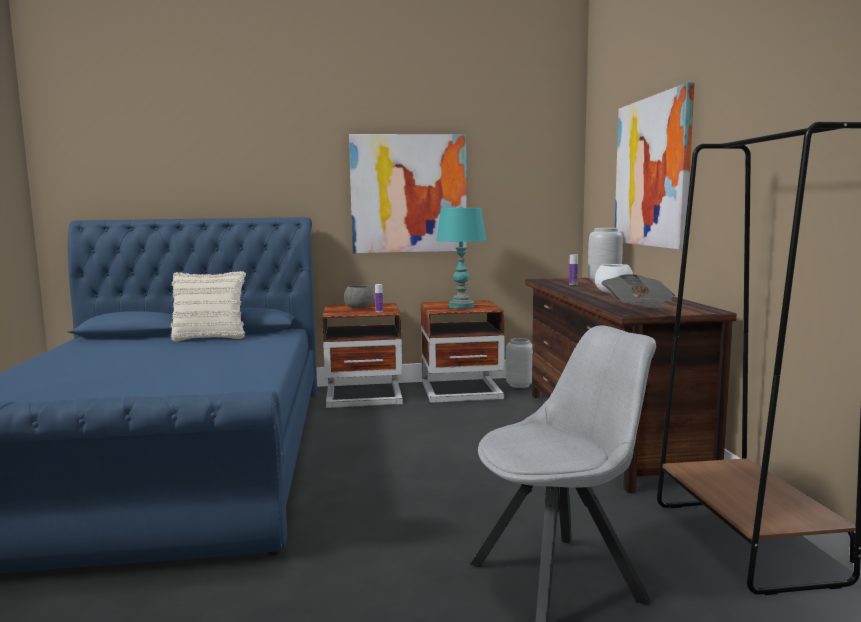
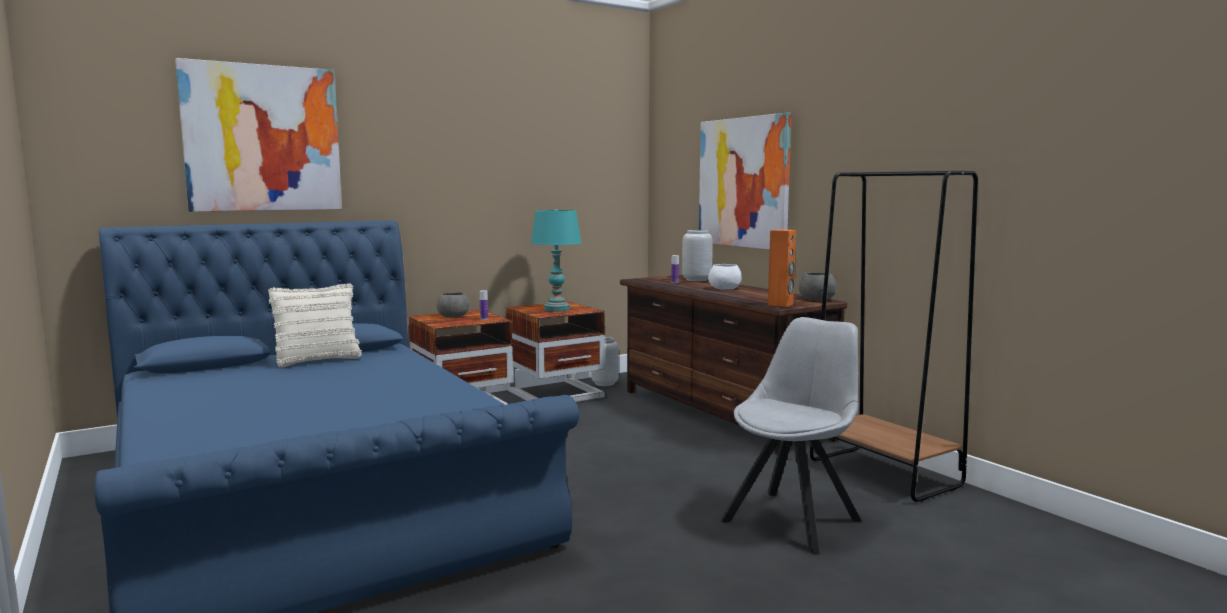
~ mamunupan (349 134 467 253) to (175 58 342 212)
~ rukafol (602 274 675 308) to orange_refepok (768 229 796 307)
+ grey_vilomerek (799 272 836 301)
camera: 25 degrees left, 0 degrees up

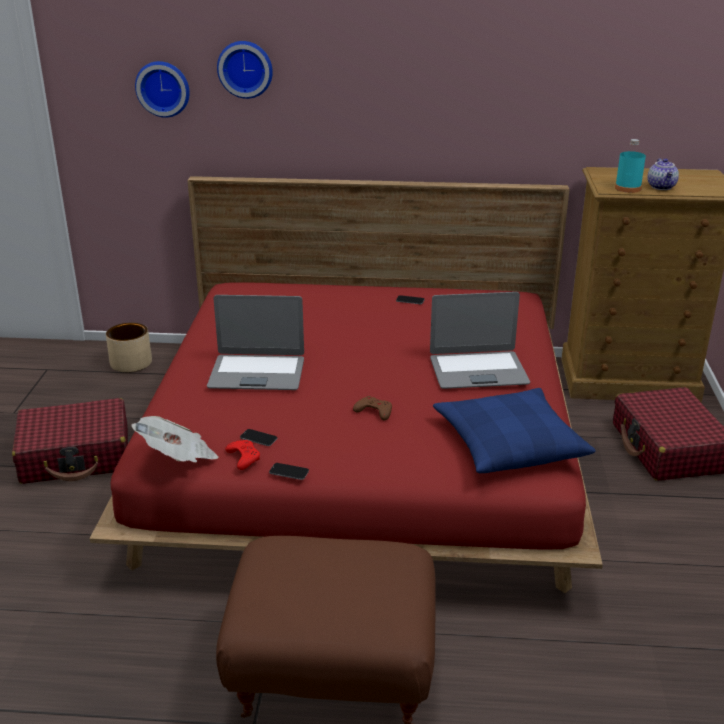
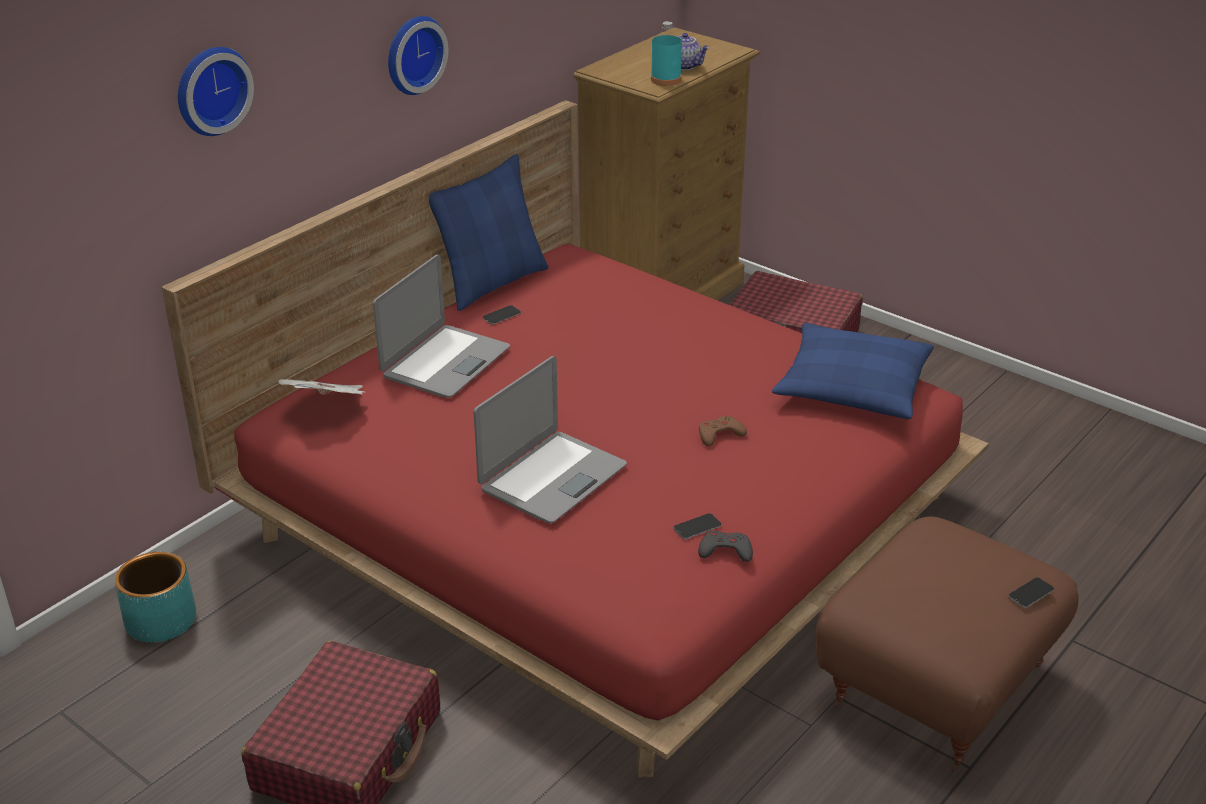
~ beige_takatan (106 323 152 373) to turquoise_takatan (114 552 196 643)
~ rukafol (131 416 219 463) to (278 379 364 395)
~ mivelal (430 292 530 389) to (373 255 510 398)
~ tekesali (135 61 190 118) to (388 16 448 95)
+ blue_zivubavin (429 154 549 311)
~ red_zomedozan (225 440 260 470) to grey_zomedozan (698 531 753 562)
~ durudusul (269 463 309 480) to (1008 578 1054 608)
camera: 55 degrees left, 5 degrees up

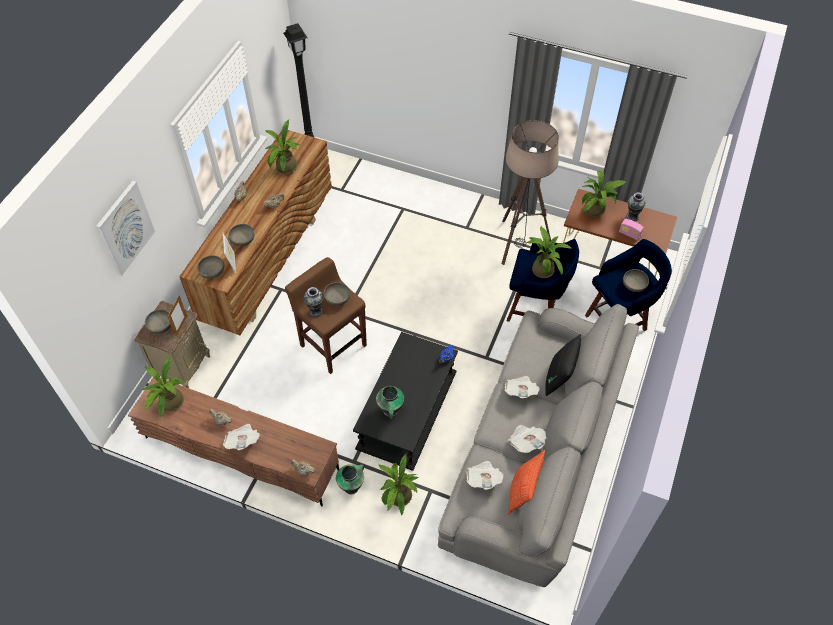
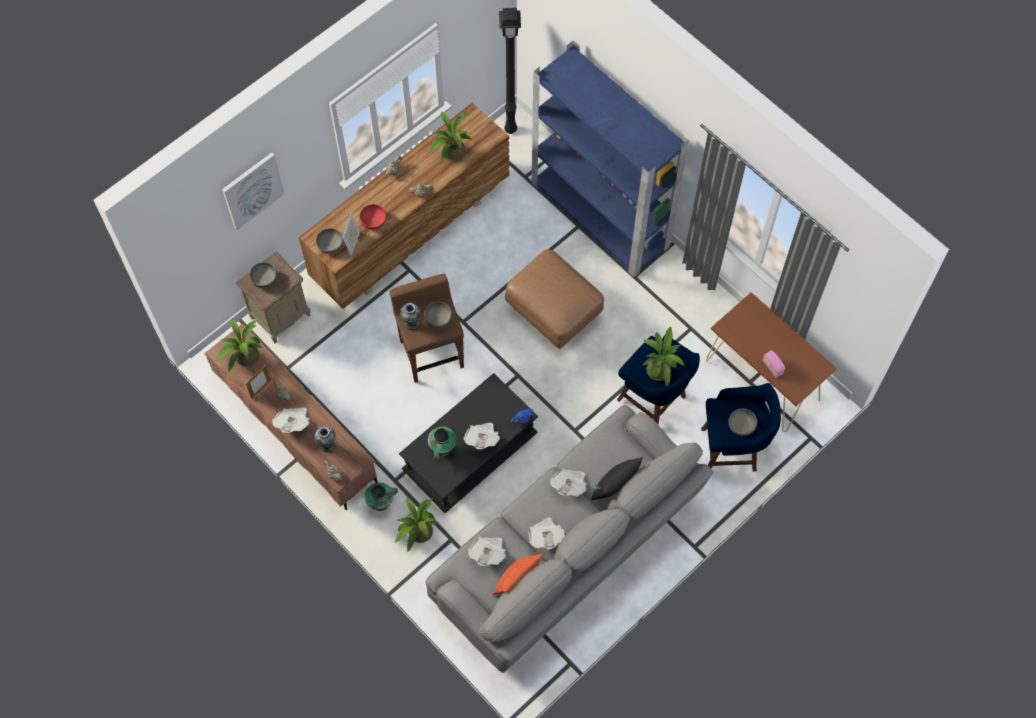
~ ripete (167 295 187 336) to (246 365 271 399)
~ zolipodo (626 192 646 222) to (315 427 335 452)
~ grey_vilomerek (228 224 254 246) to red_vilomerek (359 204 387 230)
+ rukafol (464 423 500 449)
+ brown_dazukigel (505 249 604 349)
+ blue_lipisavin (532 40 689 277)
- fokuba (501 120 559 265)
- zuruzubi (582 171 626 217)
camera: 25 degrees right, 10 degrees up

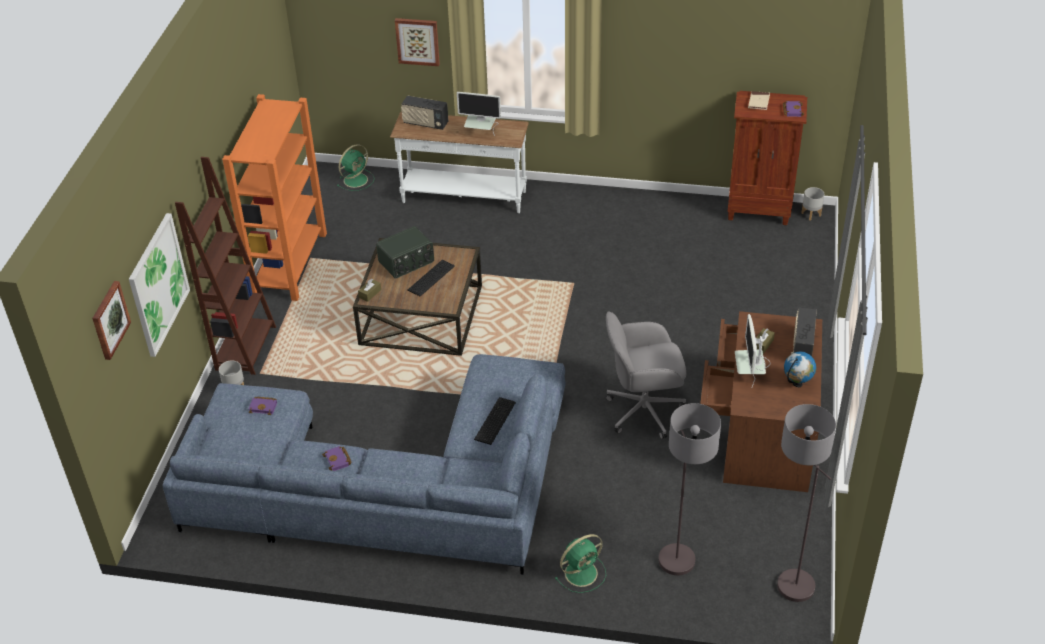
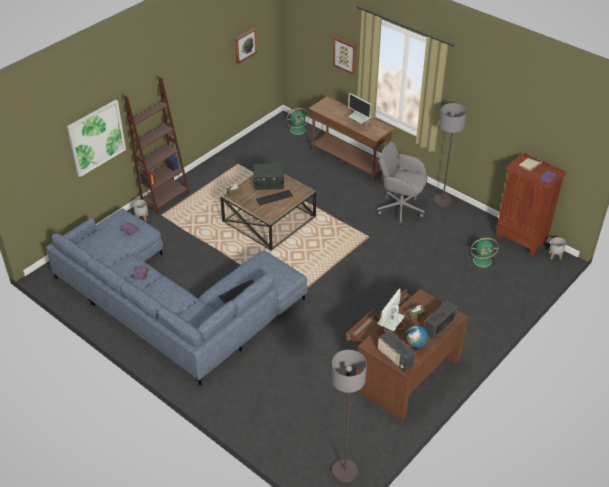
~ mamunupan (92 281 131 360) to (235 28 257 64)
~ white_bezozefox (390 112 529 213) to brown_bezozefox (308 96 394 184)
~ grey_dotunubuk (606 311 686 439) to (377 142 428 225)
~ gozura (401 95 449 130) to (378 331 416 372)
~ grey_fokuba (658 403 721 575) to (433 103 467 208)
~ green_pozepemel (555 534 606 593) to (467 238 499 270)
- orange_lipisavin (222 94 327 301)
camera: 30 degrees right, 0 degrees up

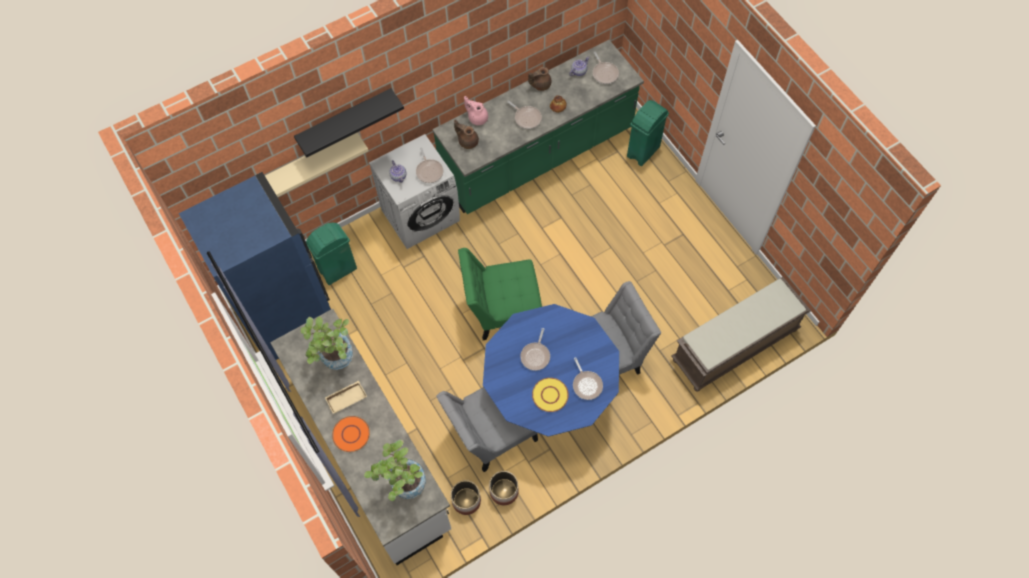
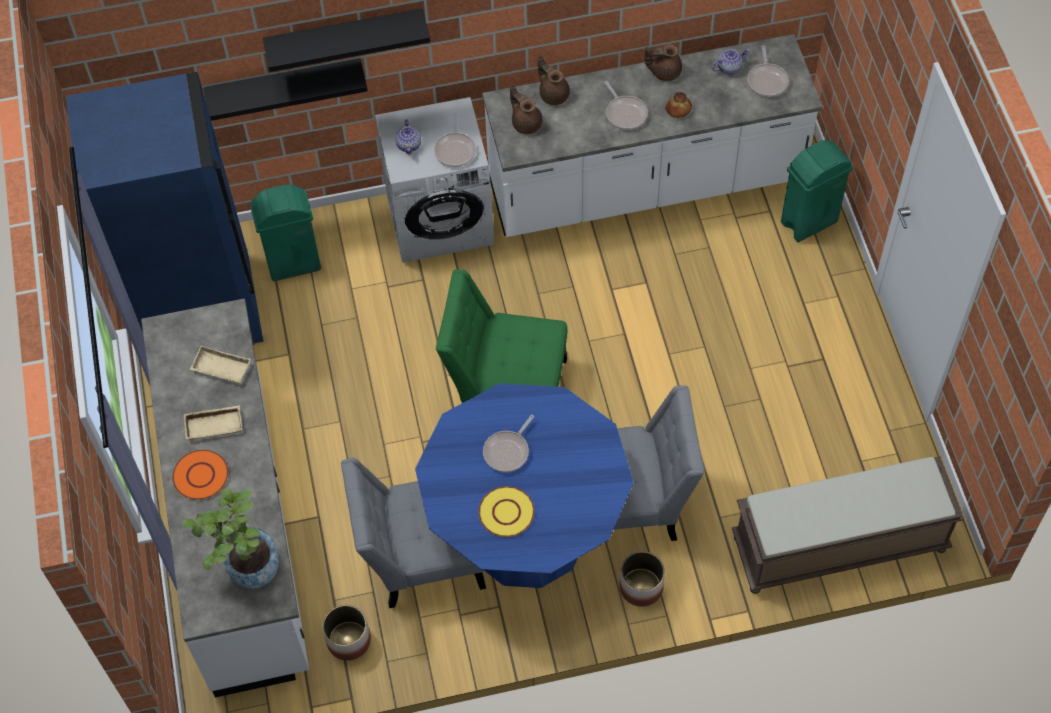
~ zuruzubi (300 316 353 370) to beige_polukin (190 346 251 383)
~ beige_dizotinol (265 133 368 197) to black_dizotinol (204 58 368 121)
~ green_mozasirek (432 40 644 214) to white_mozasirek (482 34 823 237)
~ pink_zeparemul (464 96 488 125) to brown_zeparemul (538 55 570 105)
~ takatan (489 471 519 505) to (619 551 665 607)
- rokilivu (573 357 603 400)
camera: 20 degrees right, 5 degrees down

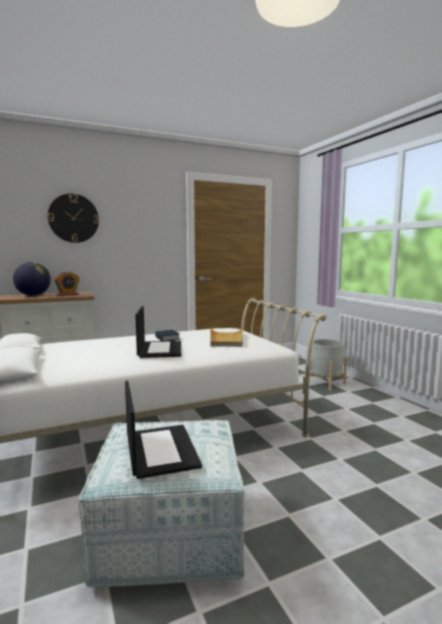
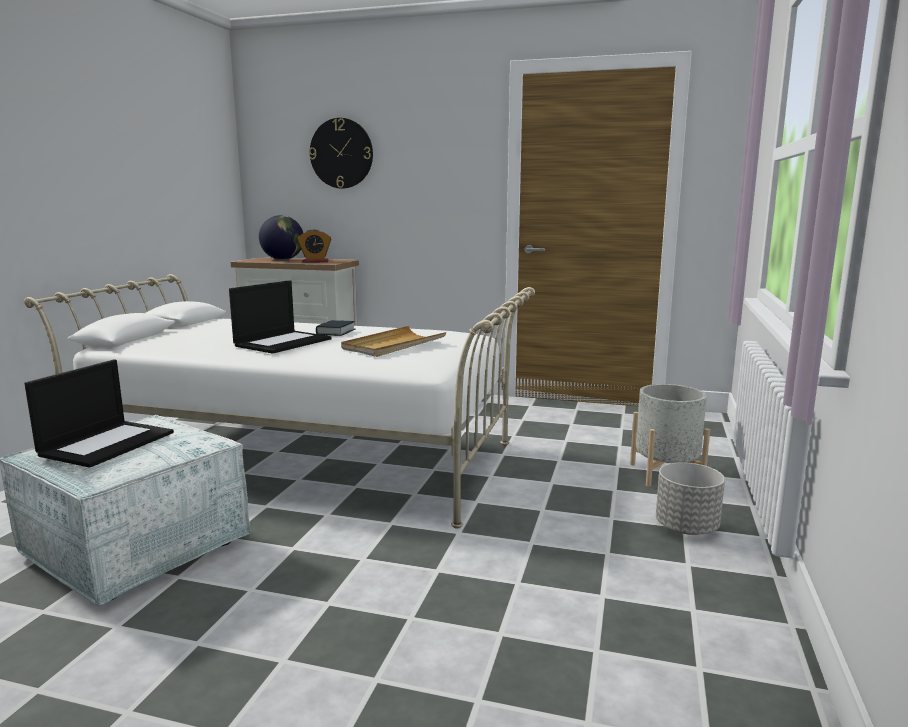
+ grey_takatan (656 462 725 535)
camera: 40 degrees right, 5 degrees up

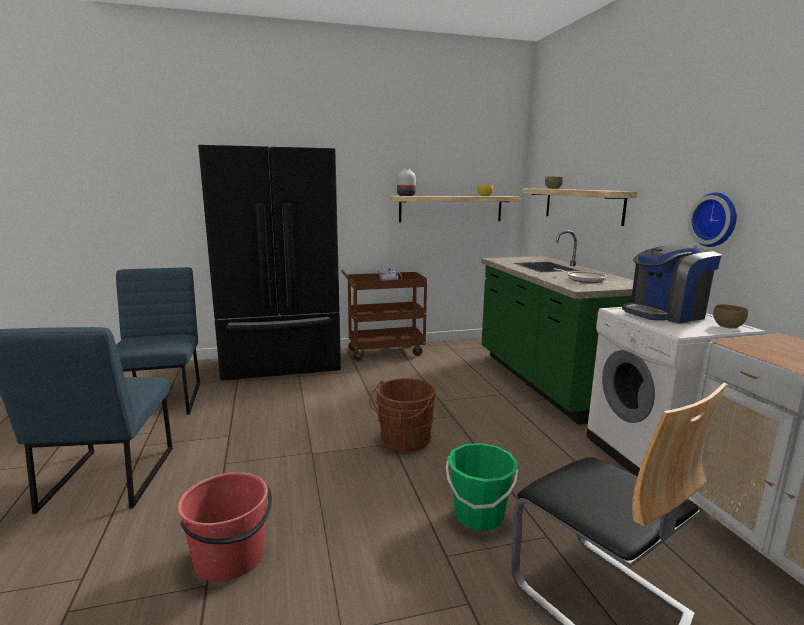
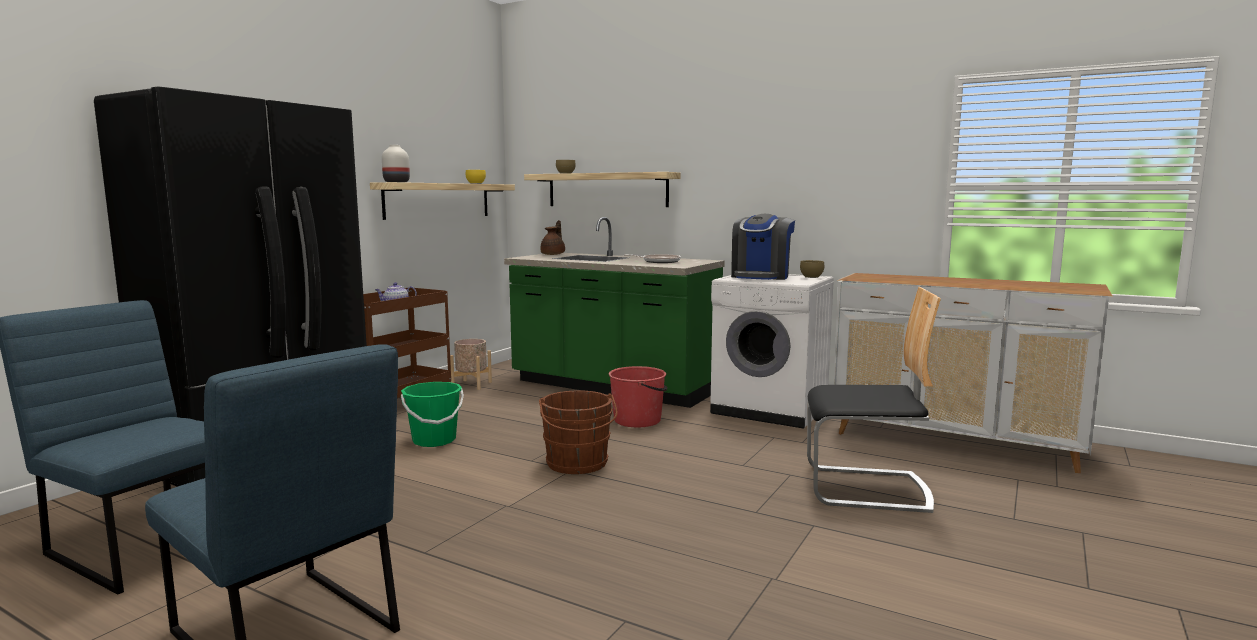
~ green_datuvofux (446 443 518 531) to (401 382 464 447)
+ beige_takatan (450 339 492 390)
+ brown_zeparemul (540 220 565 255)
~ red_datuvofux (177 472 272 581) to (609 366 667 427)
- tekesali (688 193 737 247)
camera: 45 degrees left, 5 degrees down

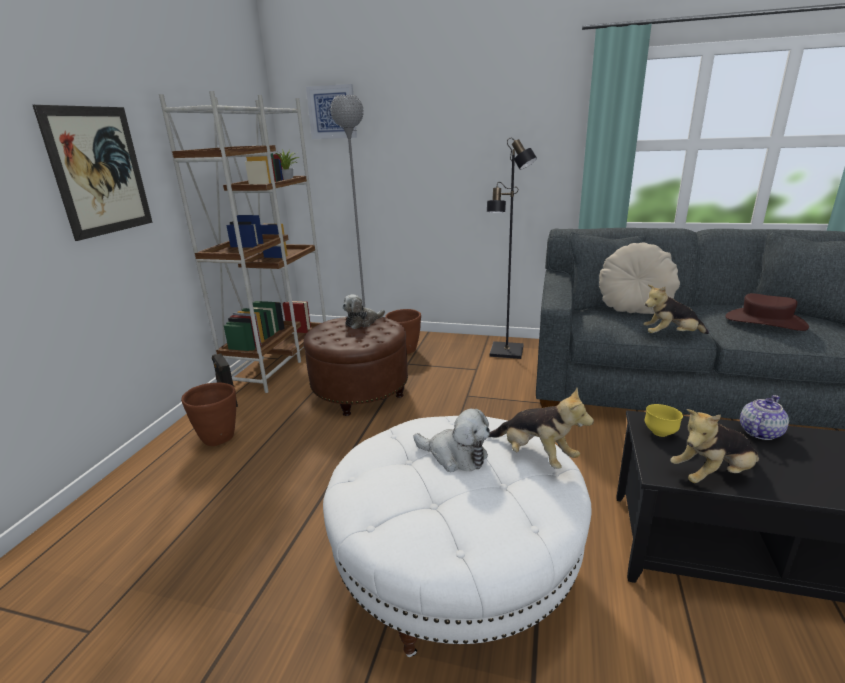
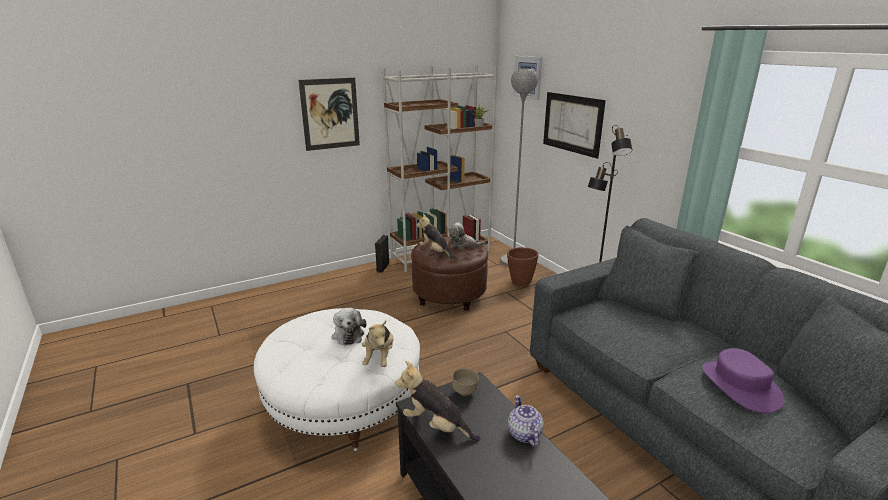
~ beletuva (643 285 709 334) to (416 214 456 259)
~ yellow_vilomerek (645 404 683 437) to brown_vilomerek (452 368 479 396)
~ zeparemul (740 395 789 440) = (508 395 544 447) 105 degrees counterclockwise
+ mamunupan (543 92 606 159)
~ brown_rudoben (725 293 809 331) to purple_rudoben (702 348 784 413)
- brown_takatan (181 382 236 446)
- beige_zivubavin (599 243 680 314)
camera: 45 degrees right, 0 degrees up

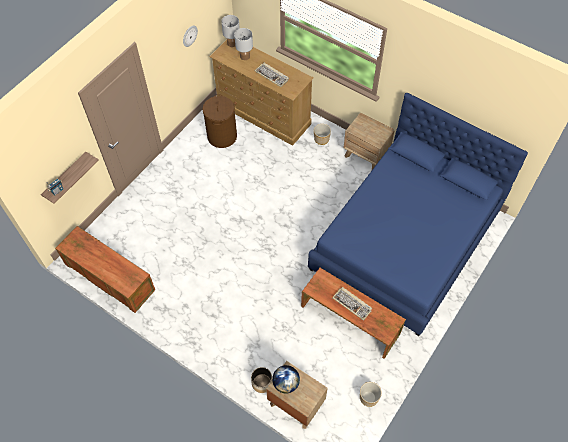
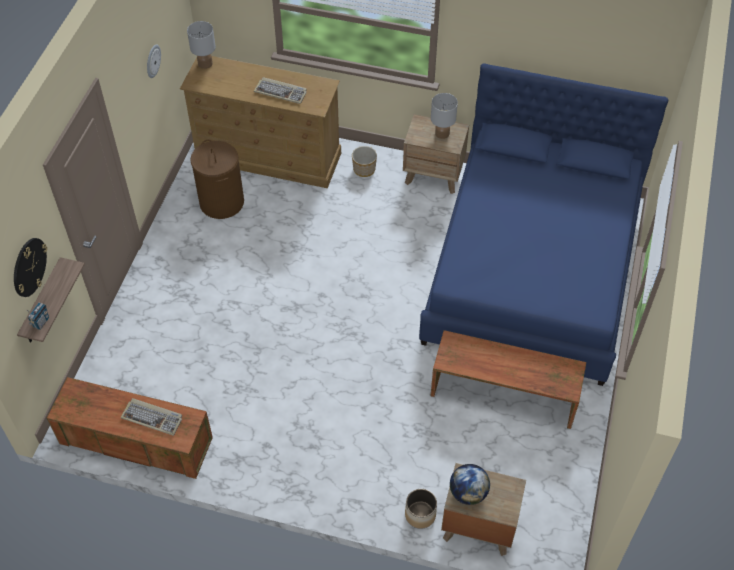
+ tekesali (14 238 47 297)
~ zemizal (332 287 372 321) to (121 398 182 436)
~ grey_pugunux (234 28 253 60) to (431 93 458 139)
- takatan (360 382 382 407)
camera: 20 degrees left, 5 degrees down

